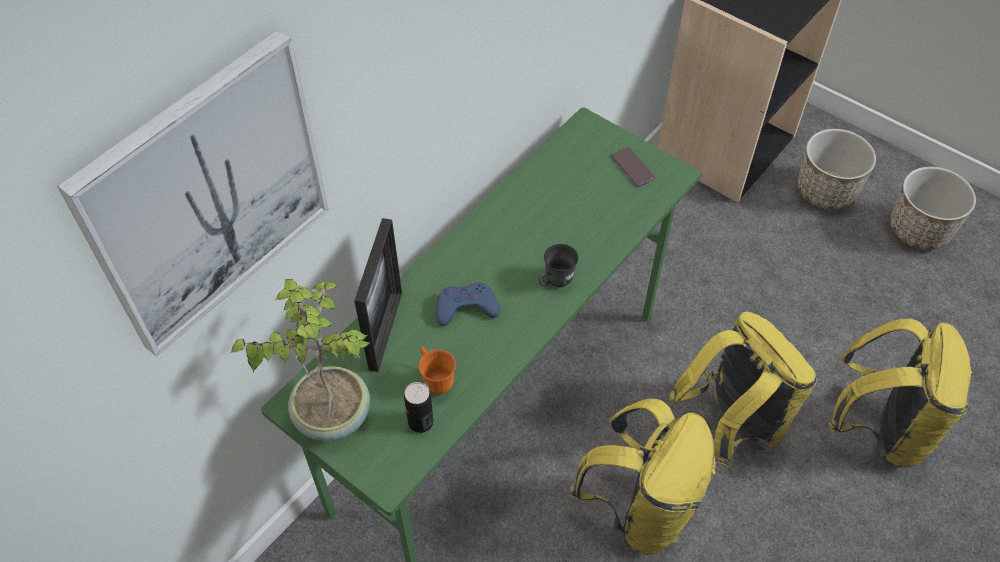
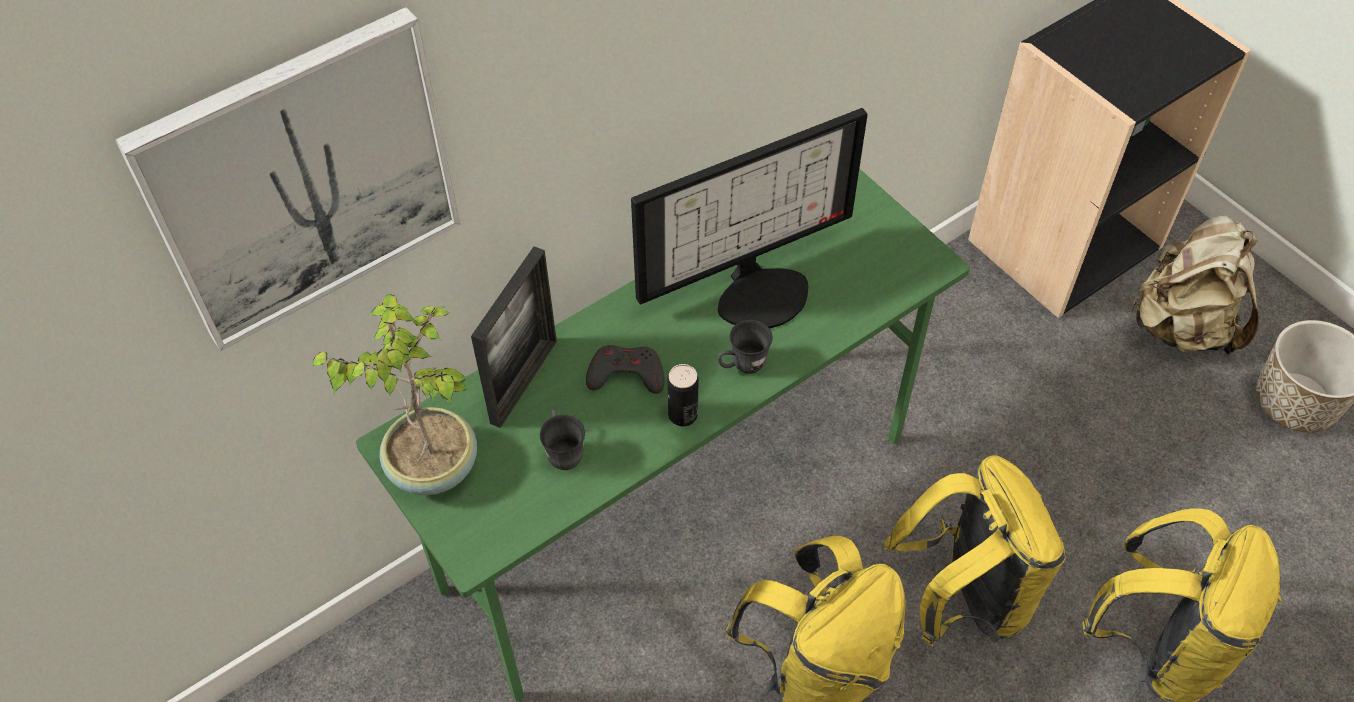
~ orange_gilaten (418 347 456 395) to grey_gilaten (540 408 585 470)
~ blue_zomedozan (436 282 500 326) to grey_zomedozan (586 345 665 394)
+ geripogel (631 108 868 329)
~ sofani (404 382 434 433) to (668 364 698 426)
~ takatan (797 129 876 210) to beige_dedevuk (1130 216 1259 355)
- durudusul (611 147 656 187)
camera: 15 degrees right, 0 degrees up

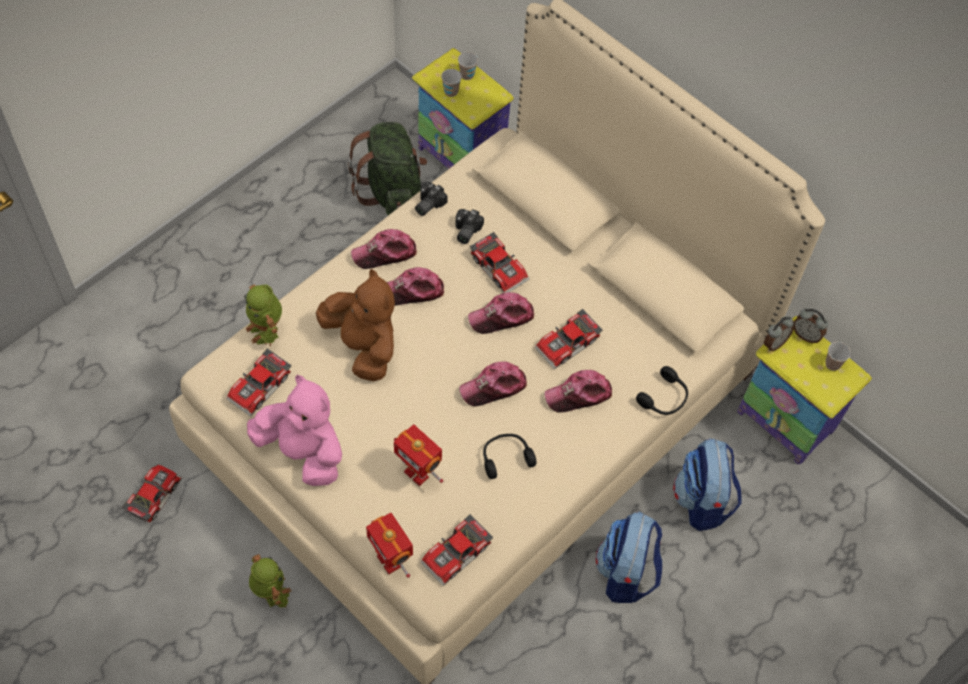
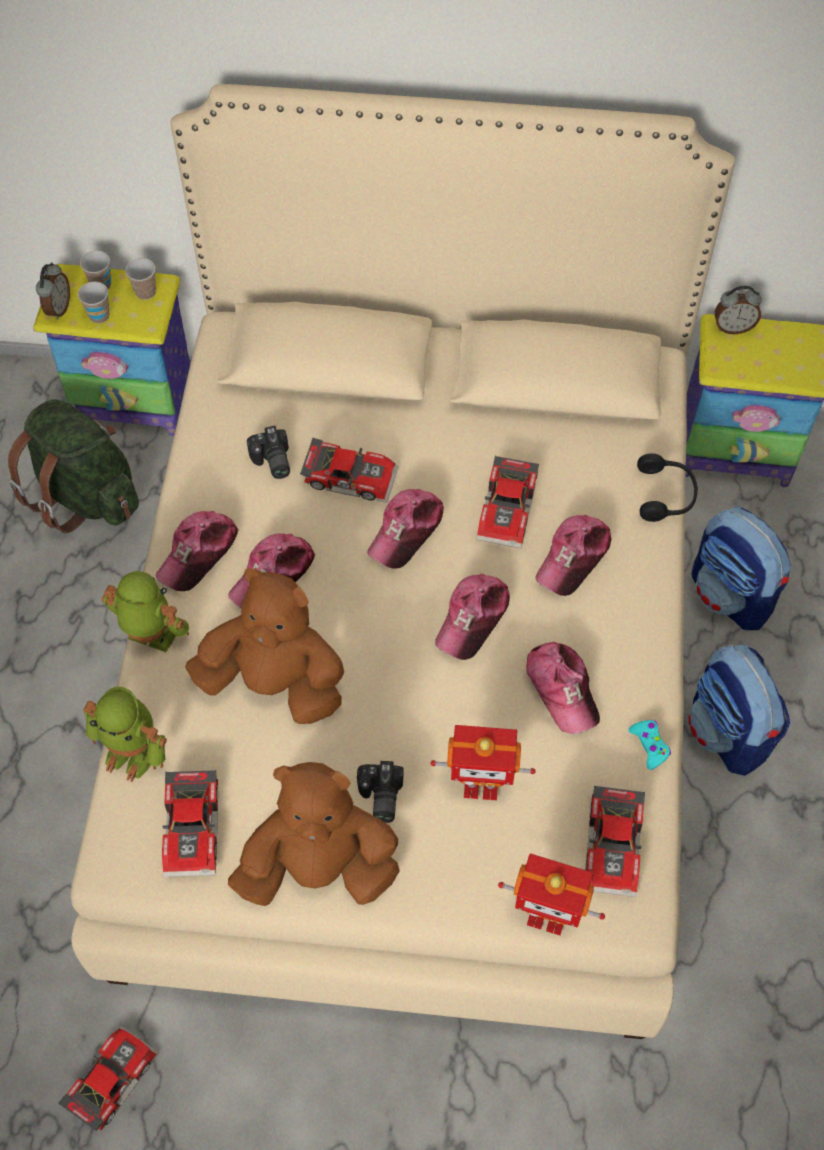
~ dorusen (764 316 794 351) to (36 262 70 320)
~ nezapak (122 465 183 522) = (58 1026 159 1131) 45 degrees clockwise
~ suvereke (249 554 291 608) to (102 571 189 652)
~ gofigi (825 342 851 371) to (125 258 156 300)
~ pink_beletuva (247 375 342 486) to brown_beletuva (228 762 400 906)
~ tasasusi (415 182 448 216) to (357 761 404 823)
~ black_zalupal (483 434 536 479) to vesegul (526 642 600 734)
+ turquoise_zomedozan (629 720 671 770)
camera: 35 degrees left, 0 degrees up

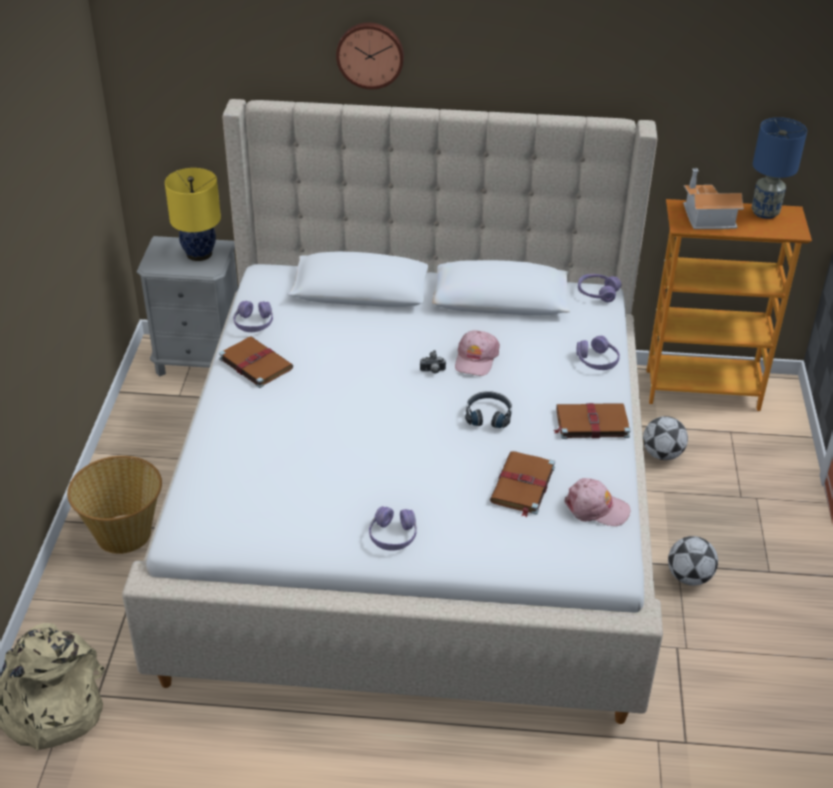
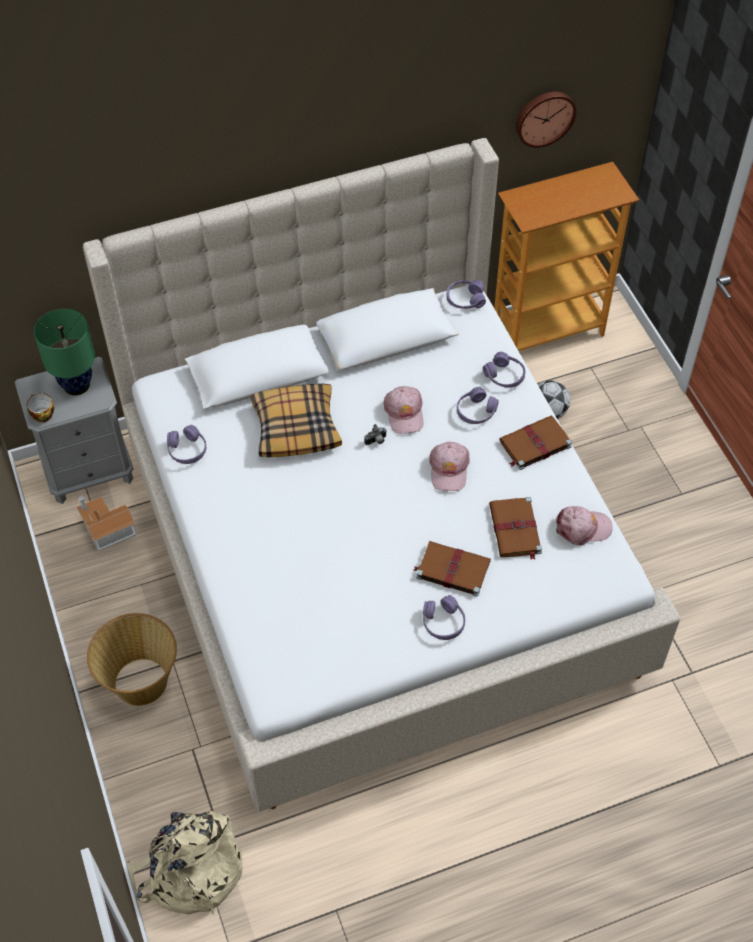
+ gofigi (27 393 54 423)
~ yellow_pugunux (165 168 221 261) to green_pugunux (34 309 95 395)
~ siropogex (683 168 744 229) to (77 495 136 551)
+ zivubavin (250 384 342 457)
~ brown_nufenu (219 336 293 388) to (414 541 491 596)
~ black_zalupal (465 391 512 428) to pink_vesegul (429 442 470 491)
+ purple_zalupal (457 387 499 424)
~ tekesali (336 23 404 89) to (516 91 576 148)
- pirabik (668 536 718 585)
- blue_pugunux (752 117 807 219)
camera: 25 degrees left, 15 degrees up

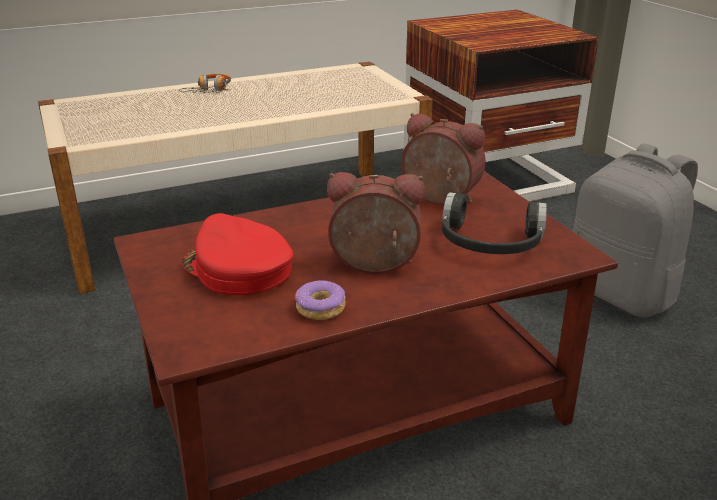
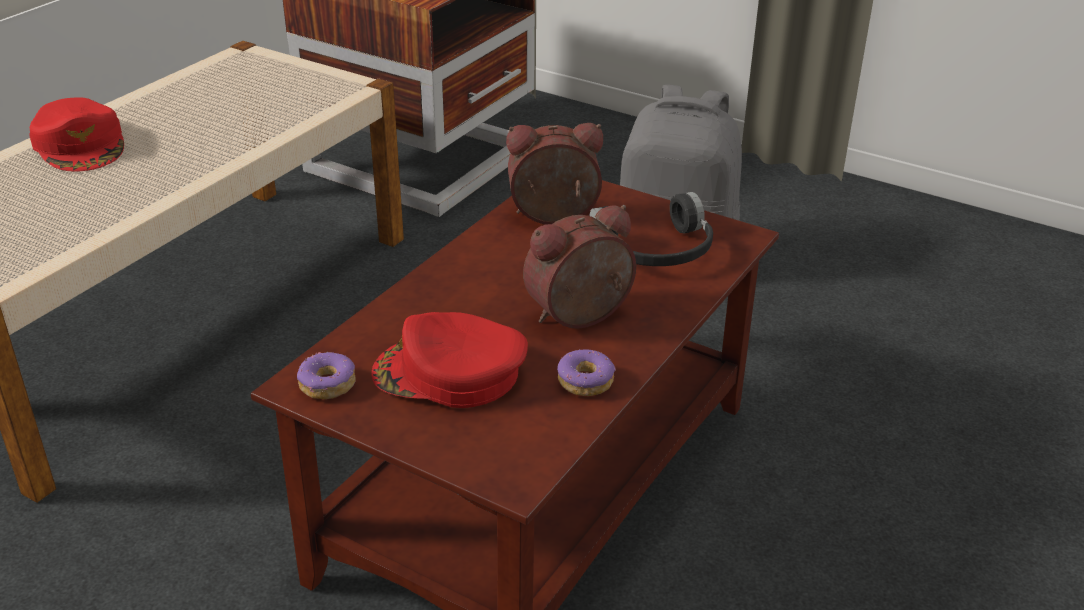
~ zalupal (179 74 231 93) to red_vesegul (29 97 124 172)
+ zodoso (297 352 356 399)
camera: 35 degrees left, 5 degrees up

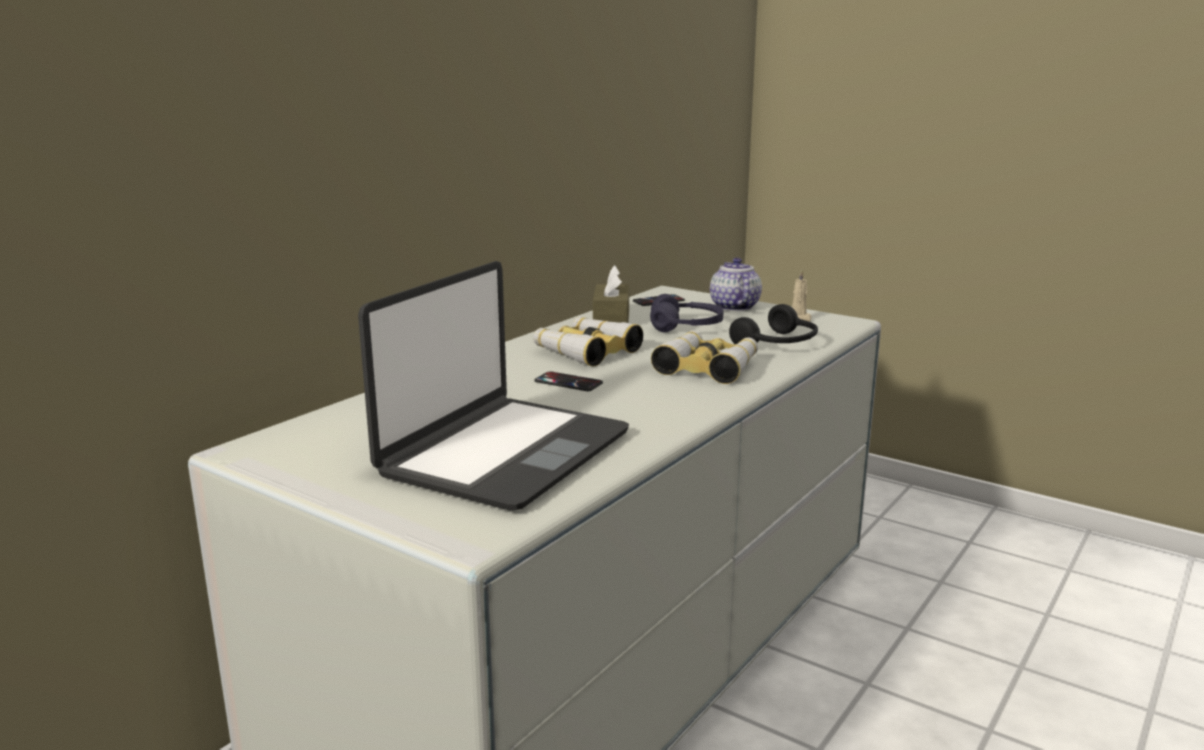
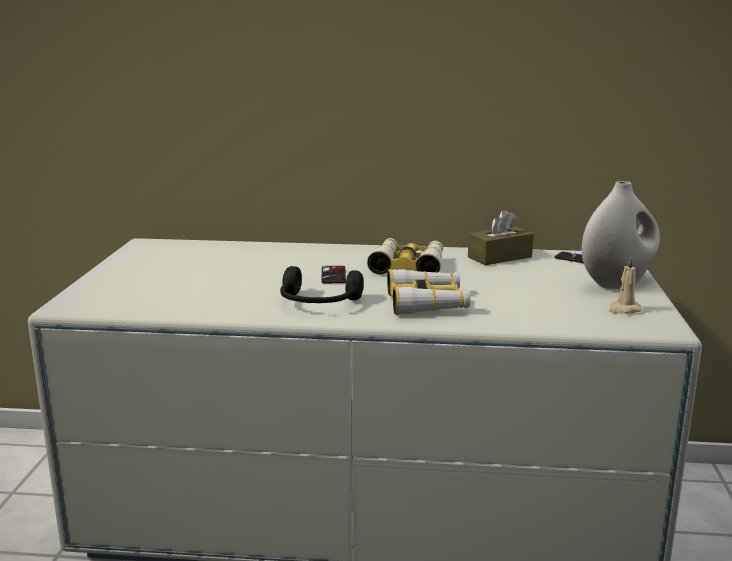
~ black_zalupal (729 304 818 344) to (280 266 364 303)
~ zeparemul (710 258 762 311) to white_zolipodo (582 181 660 289)
- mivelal (358 261 629 511)
- purple_zalupal (650 294 723 332)
camera: 60 degrees right, 0 degrees up

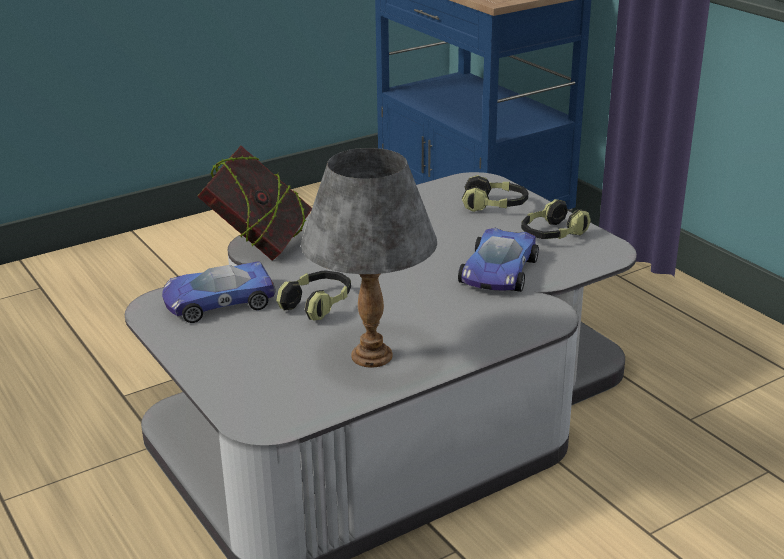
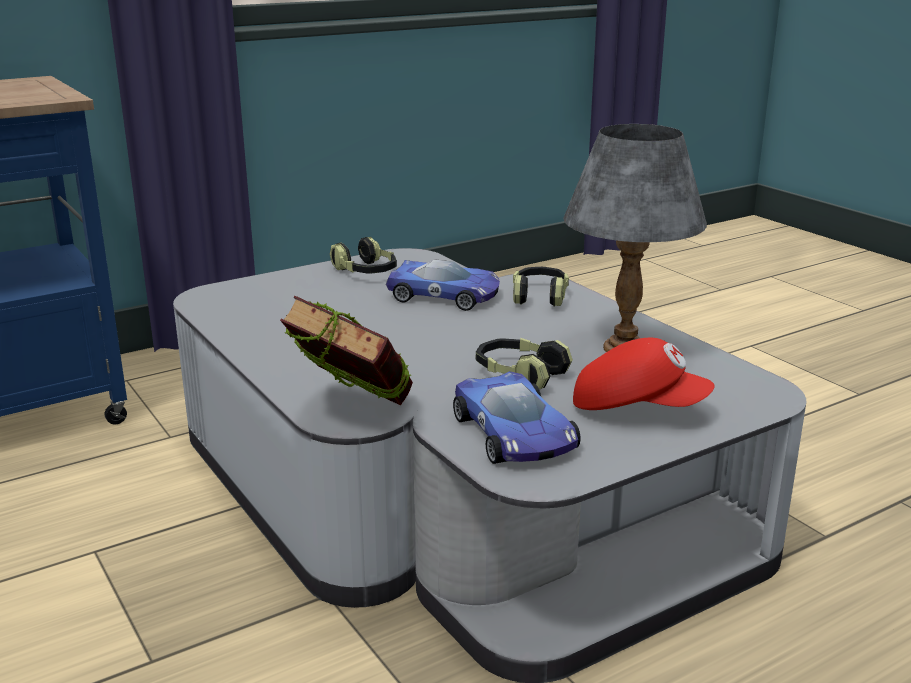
~ zalupal (462 175 528 212) to (513 267 569 306)
+ red_vesegul (573 338 714 410)
camera: 90 degrees left, 5 degrees down

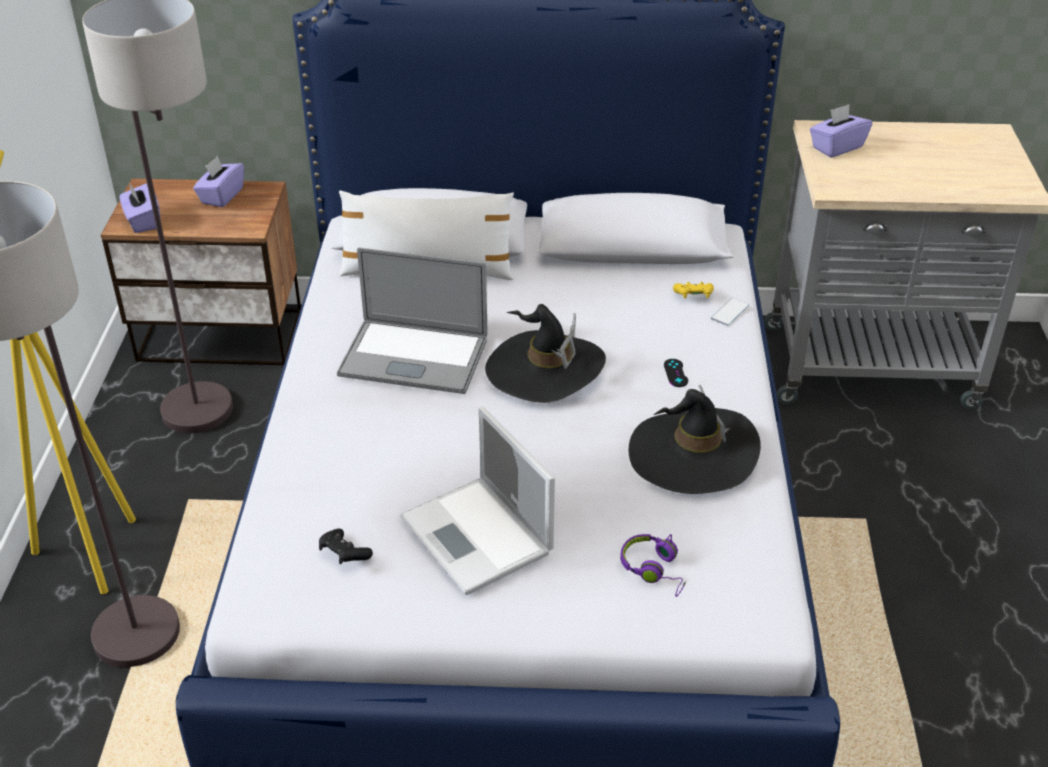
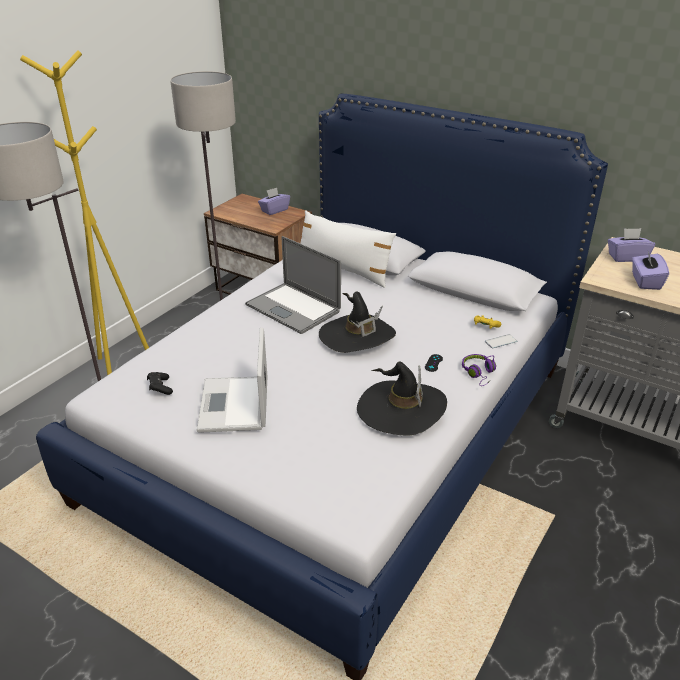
~ purple_zalupal (620 534 687 597) to (462 354 496 386)
~ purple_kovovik (120 182 160 233) to (632 251 669 290)
camera: 30 degrees right, 5 degrees down

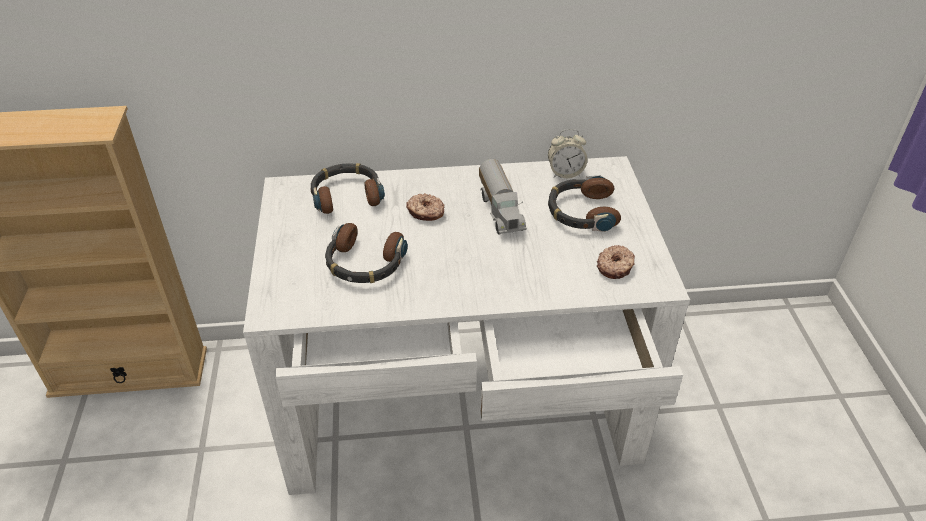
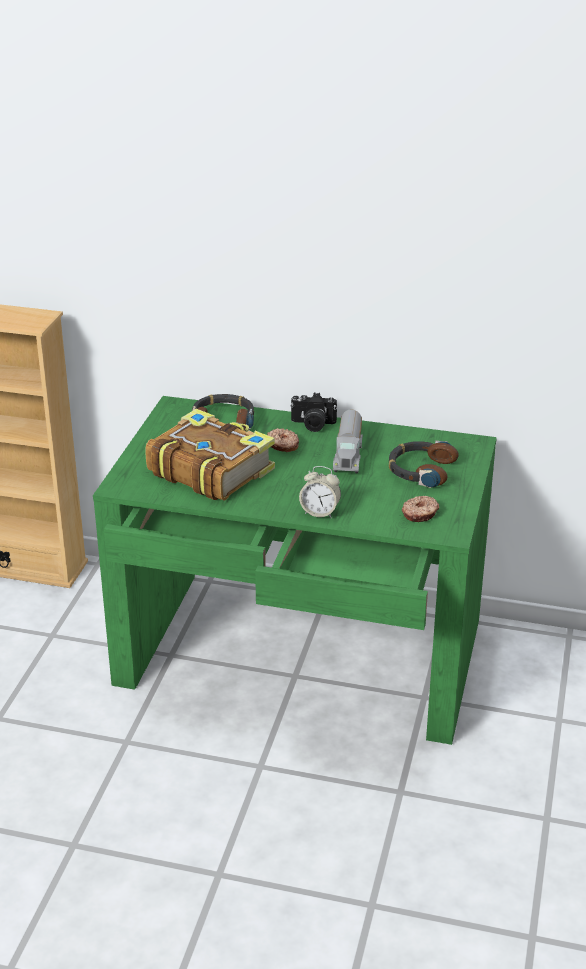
~ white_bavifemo (243 156 690 495) to green_bavifemo (93 396 497 745)
~ zalupal (325 223 408 283) to nufenu (145 409 275 501)
+ tasasusi (290 392 337 432)
~ dorusen (548 129 587 178) to (299 466 341 518)
camera: 20 degrees right, 10 degrees down

